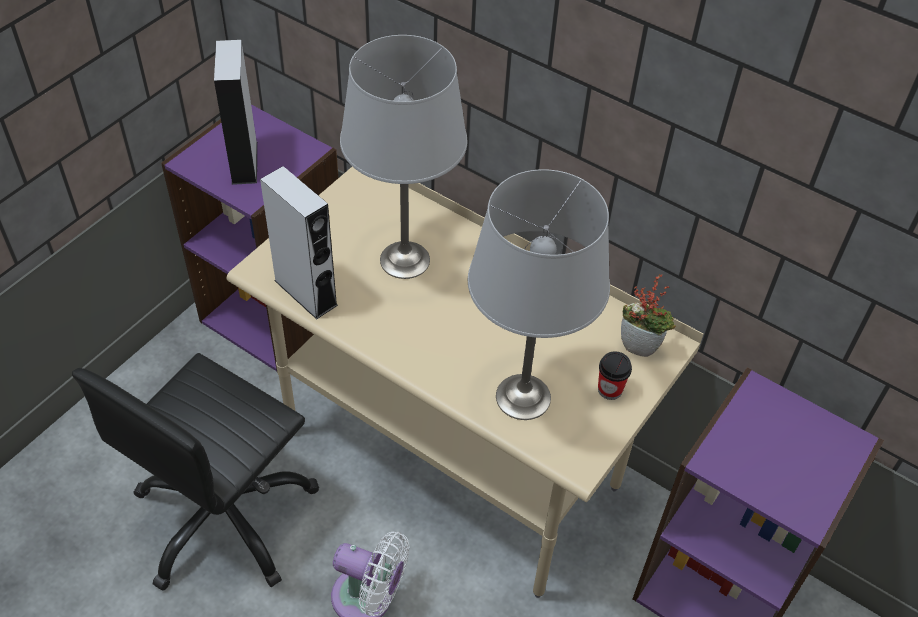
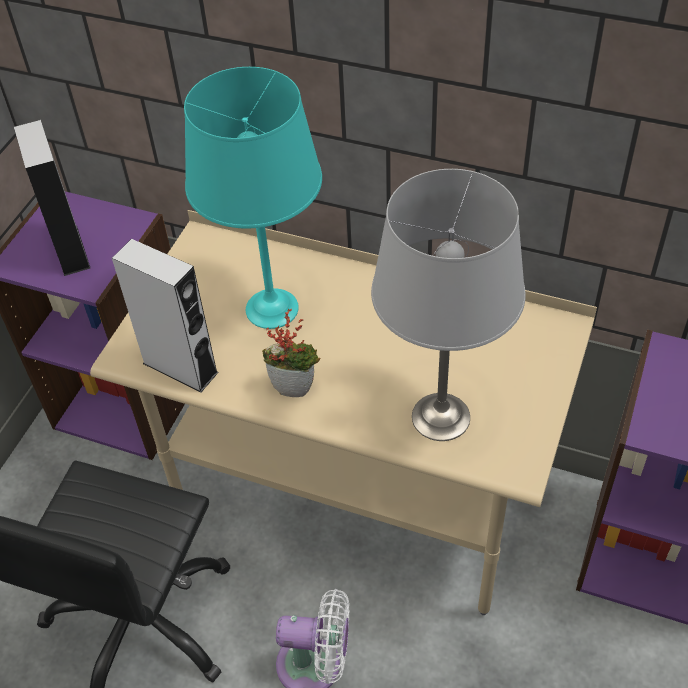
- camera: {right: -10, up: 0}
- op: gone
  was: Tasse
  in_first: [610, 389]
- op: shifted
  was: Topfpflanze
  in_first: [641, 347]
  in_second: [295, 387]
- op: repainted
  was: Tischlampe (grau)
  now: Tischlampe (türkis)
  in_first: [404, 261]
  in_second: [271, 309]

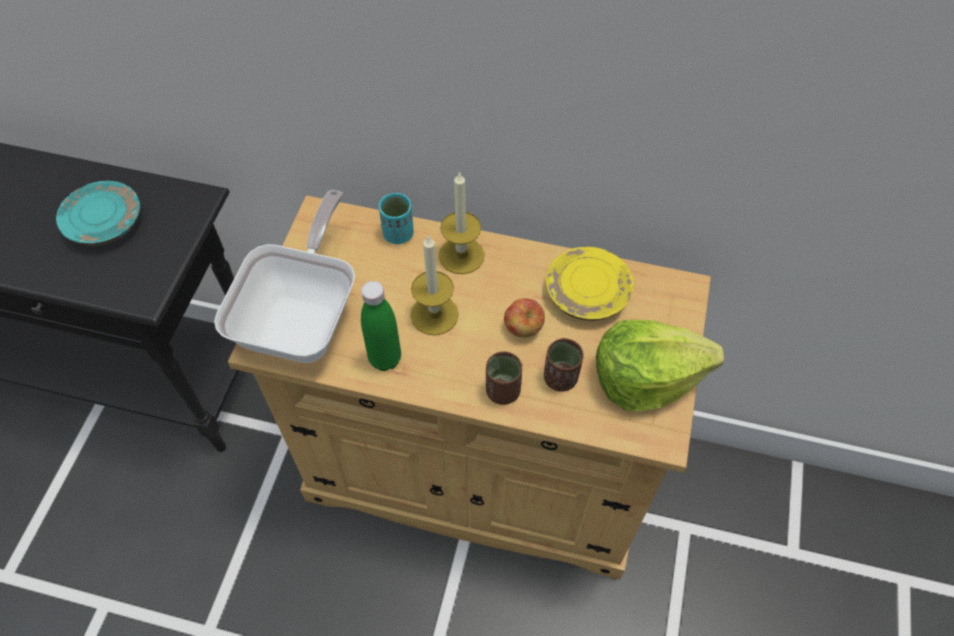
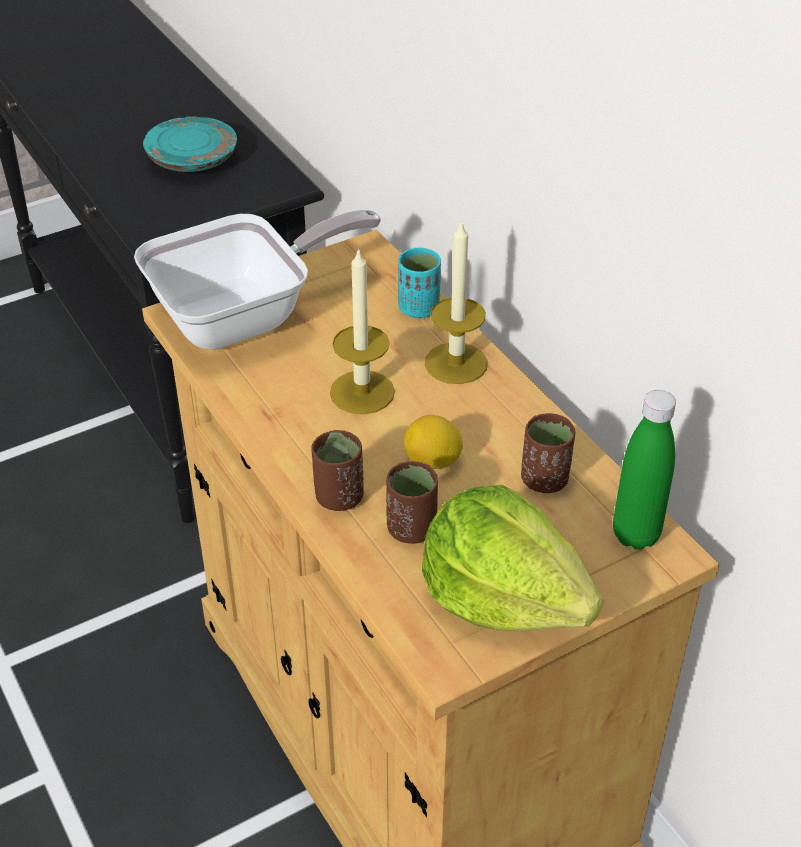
- camera: {right: 45, up: -15}
- op: shifted
  was: Flasche (grün)
  in_first: [385, 359]
  in_second: [635, 535]
- op: swapped
  was: Apfel
  now: Zitrone
  in_first: [523, 328]
  in_second: [432, 462]
- op: swapped
  was: Teller (gelb)
  now: Tasse (braun)
  in_first: [587, 293]
  in_second: [544, 480]

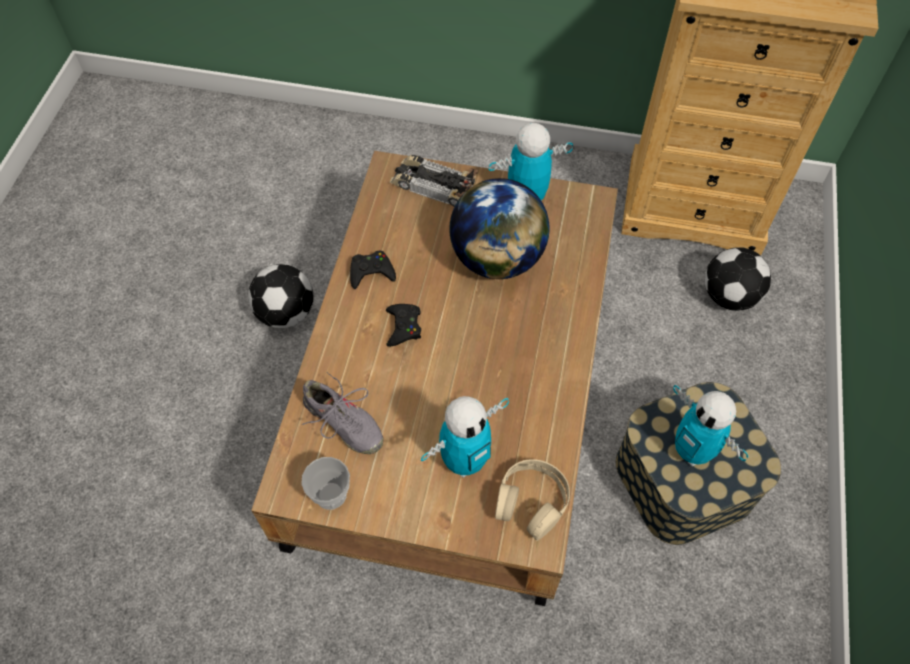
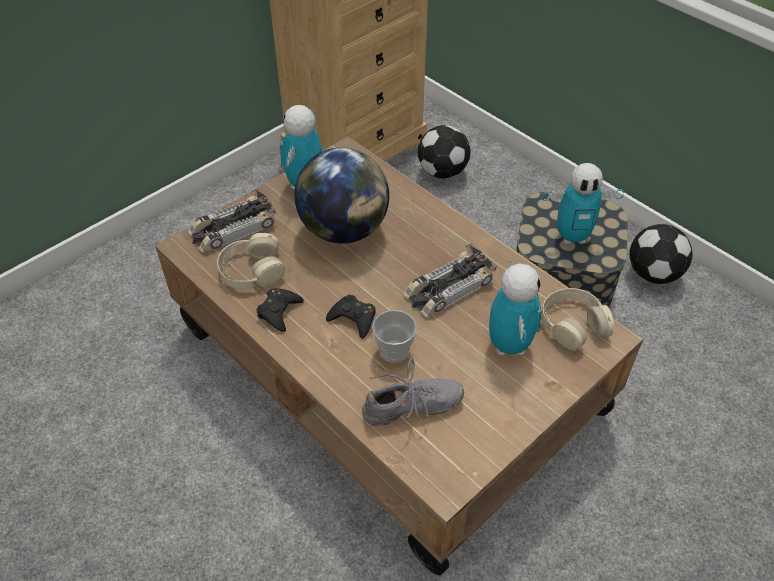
- camera: {right: -55, up: -10}
- op: new
  now: Kopfhörer (beige)
  in_second: [251, 270]
- op: new
  now: Spielzeugauto
  in_second: [448, 288]
- op: shifted
  was: Fußball
  in_first: [286, 312]
  in_second: [652, 273]
- op: shifted
  was: Tasse
  in_first: [330, 494]
  in_second: [394, 351]

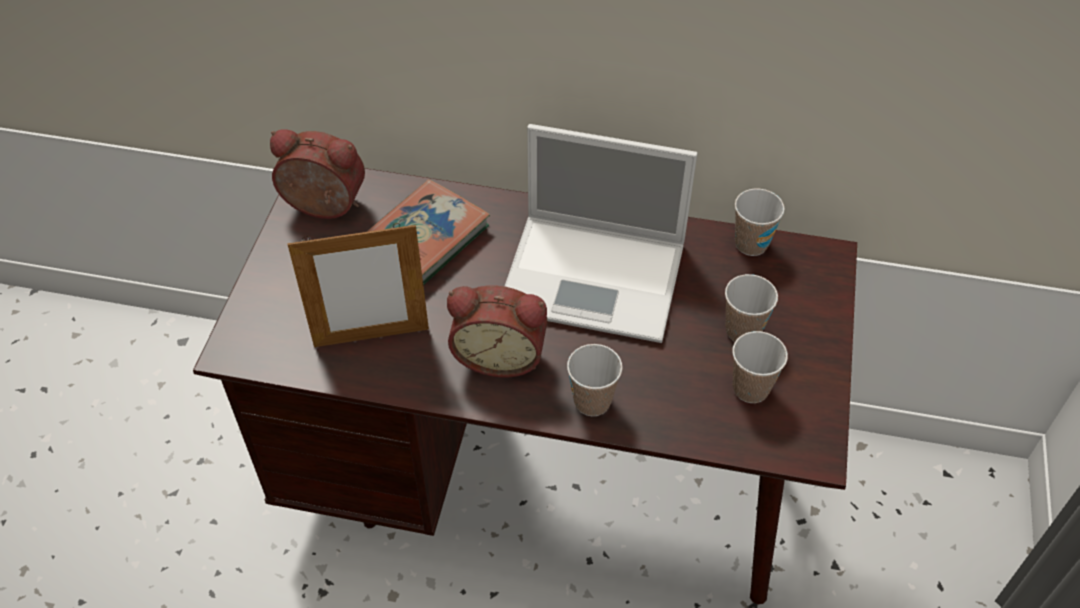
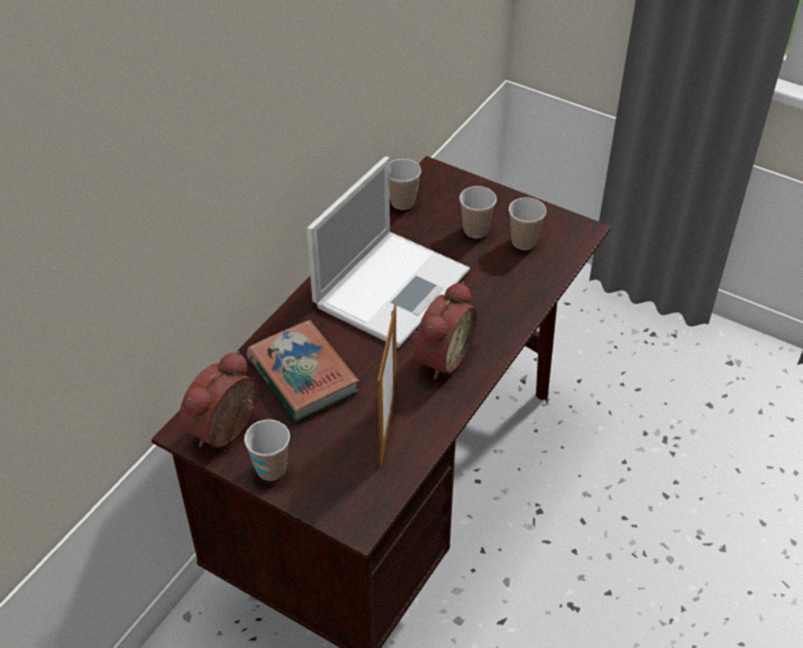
- camera: {right: -70, up: -5}
- op: shifted
  was: Tasse
  in_first: [592, 401]
  in_second: [271, 468]

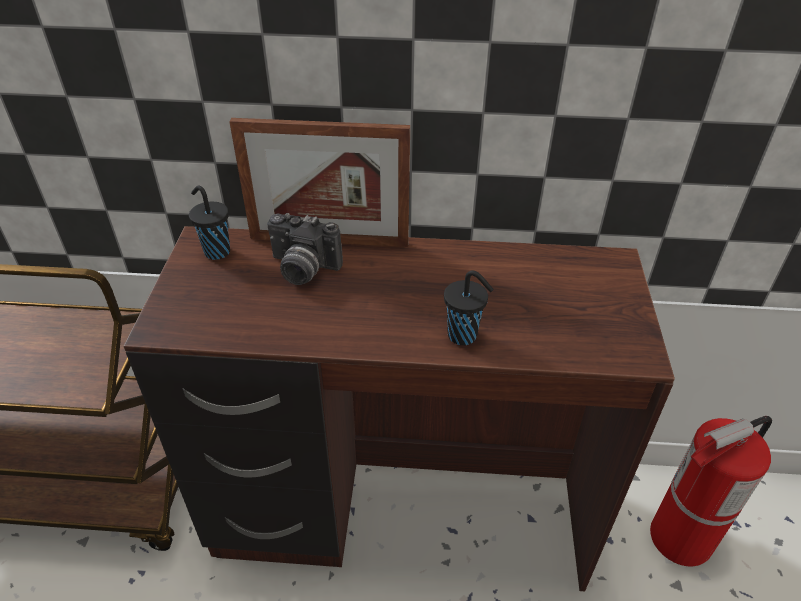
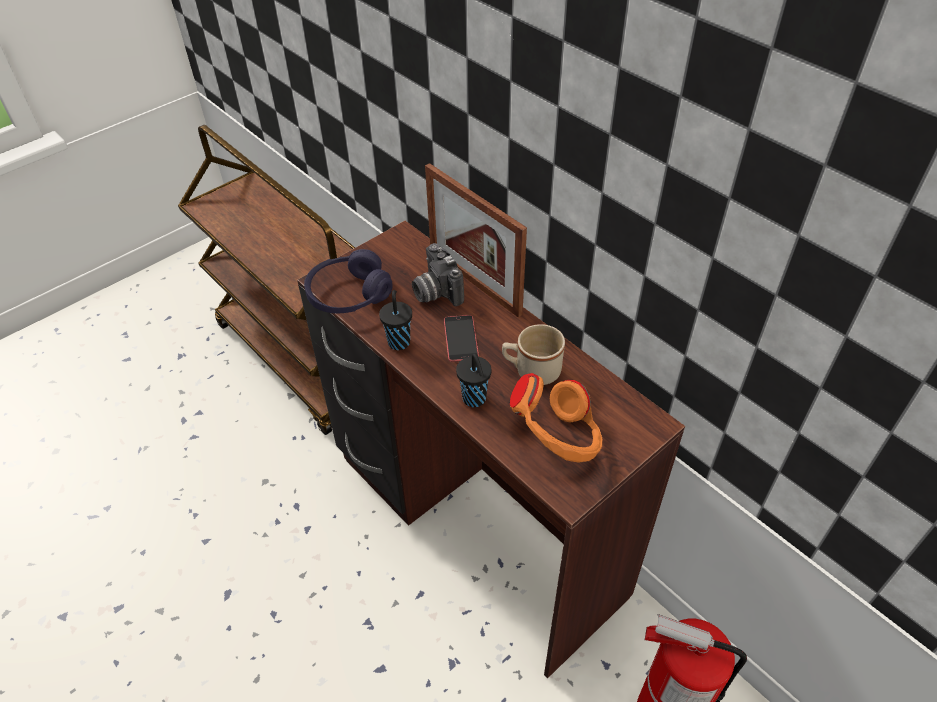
- camera: {right: 45, up: 5}
- op: new
  now: Kopfhörer (lila)
  in_second: [349, 295]
- op: new
  now: Handy
  in_second: [461, 338]
- op: new
  now: Henkelbecher (beige)
  in_second: [531, 371]
- op: new
  now: Kopfhörer (orange)
  in_second: [557, 440]
- op: shifted
  was: Tasse (schwarz)
  in_first: [216, 251]
  in_second: [399, 341]

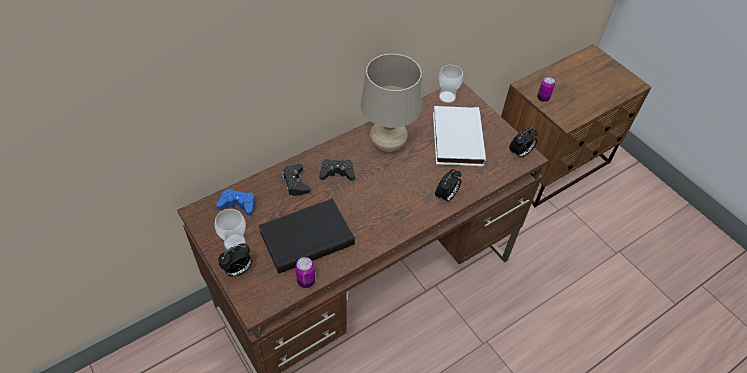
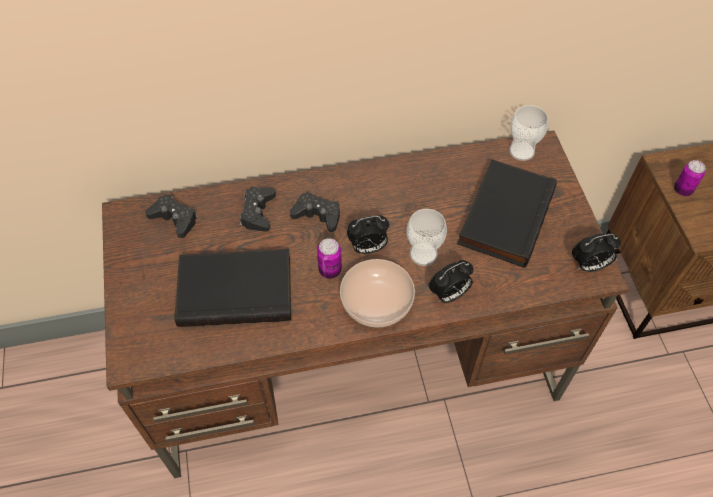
- camera: {right: 25, up: 5}
- op: gone
  was: Tischlampe (beige)
  in_first: [387, 145]
- op: new
  now: Schüssel
  in_second: [375, 301]
- op: shifted
  was: Tasse
  in_first: [235, 243]
  in_second: [423, 254]
- op: shifted
  was: Wecker
  in_first: [238, 270]
  in_second: [367, 248]
- op: shifted
  was: Dose
  in_first: [306, 281]
  in_second: [330, 270]
- op: repainted
  was: Gamepad (blau)
  now: Gamepad (schwarz)
  in_first: [238, 205]
  in_second: [174, 219]
- op: repainted
  was: Buch (weiß)
  now: Buch (schwarz)
  in_first: [455, 138]
  in_second: [504, 215]

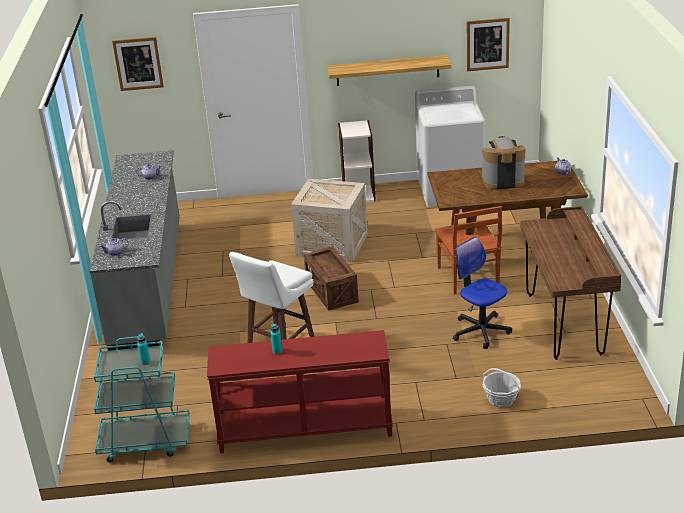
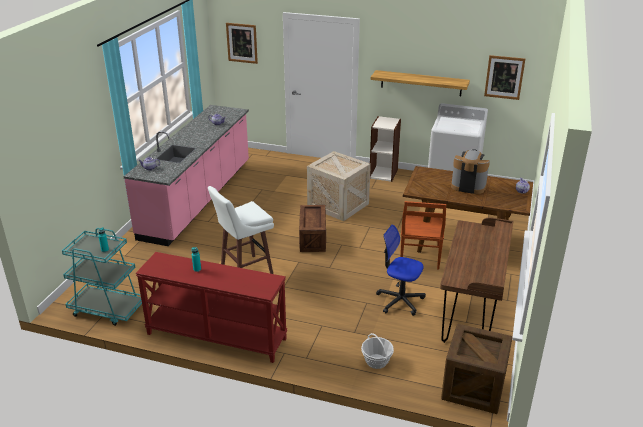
- camera: {right: 20, up: 0}
- op: new
  now: Kiste
  in_second: [473, 388]
- op: repainted
  was: Küchenzeile (grau)
  now: Küchenzeile (rosa)
  in_first: [149, 283]
  in_second: [198, 199]
- op: rotated
  was: Bürostuhl
  in_first: [481, 331]
  in_second: [400, 300]
  clockwise: -45

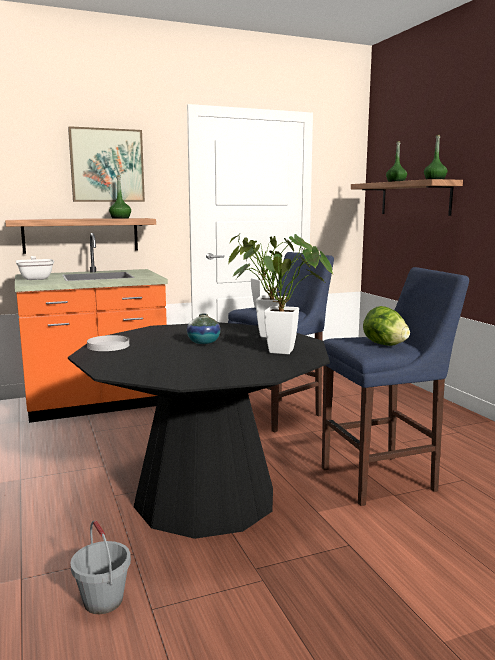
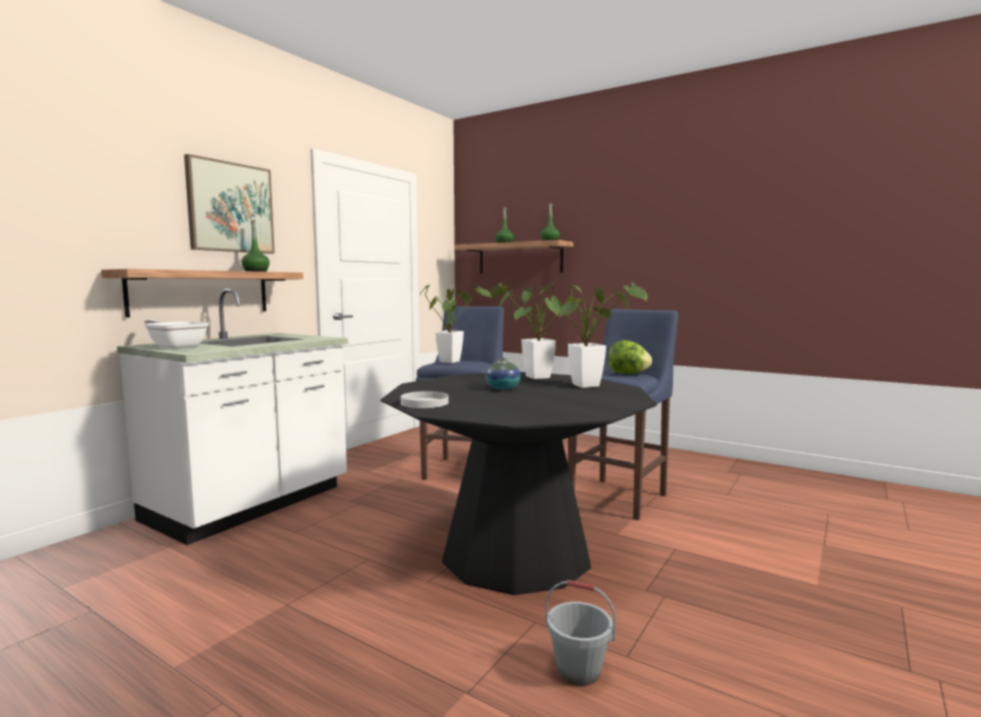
- camera: {right: -35, up: -5}
- op: repainted
  was: Küchenzeile (orange)
  now: Küchenzeile (weiß)
  in_first: [96, 404]
  in_second: [250, 504]

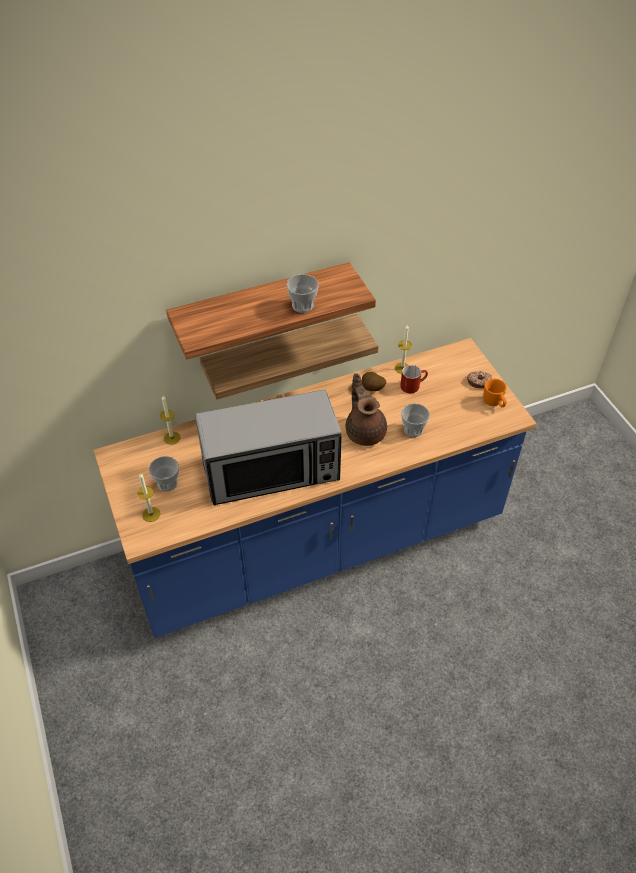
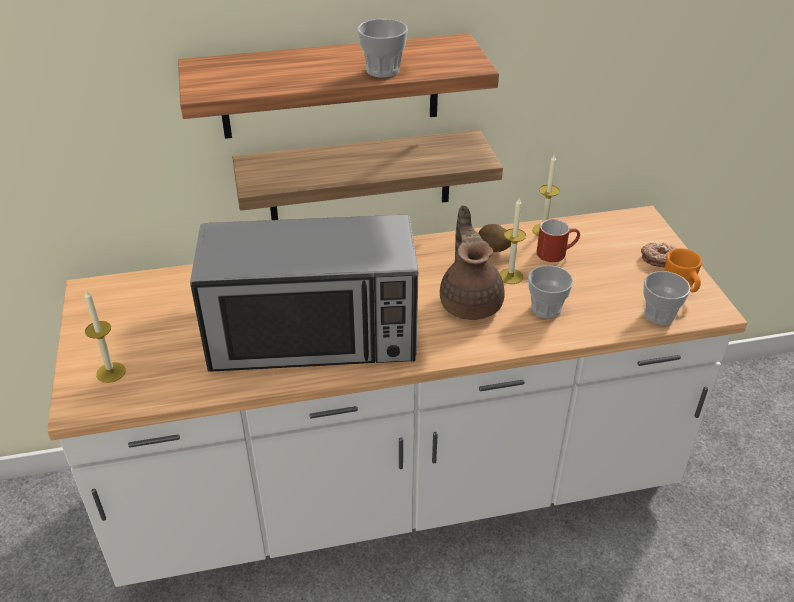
- camera: {right: 10, up: -10}
- op: shifted
  was: Tasse
  in_first: [167, 483]
  in_second: [659, 315]
- op: shifted
  was: Kerze
  in_first: [172, 438]
  in_second: [510, 276]
- op: repainted
  was: Küchenzeile (blau)
  now: Küchenzeile (weiß)
  in_first: [318, 542]
  in_second: [397, 488]

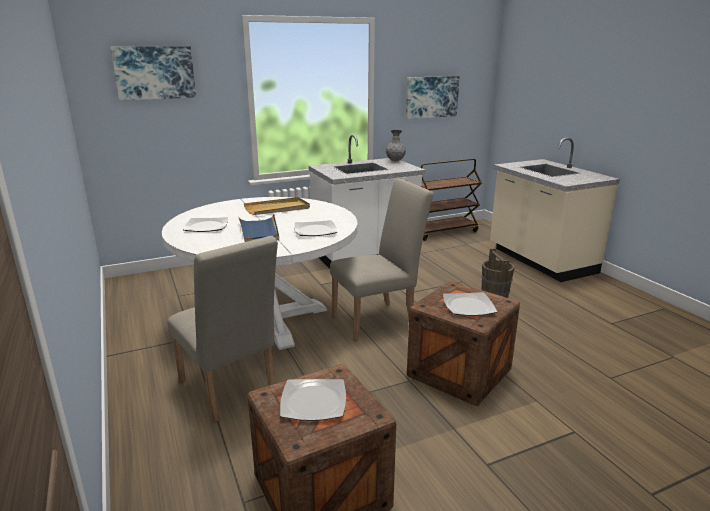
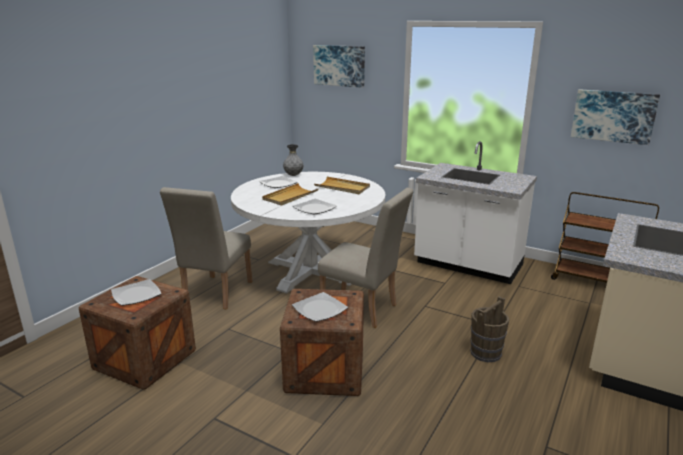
- camera: {right: 55, up: 0}
- op: shifted
  was: Vase (grau)
  in_first: [395, 161]
  in_second: [293, 175]
- op: repainted
  was: Tablett (blau)
  now: Tablett (beige)
  in_first: [259, 231]
  in_second: [290, 196]

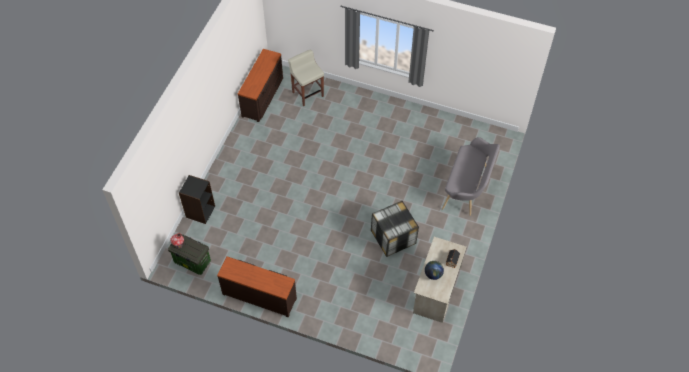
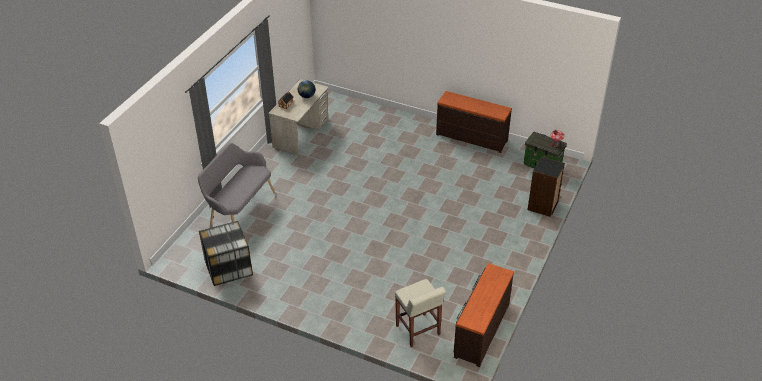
- camera: {right: -175, up: -15}
- op: shifted
  was: Aufbewahrungsbox
  in_first: [393, 237]
  in_second: [228, 267]

